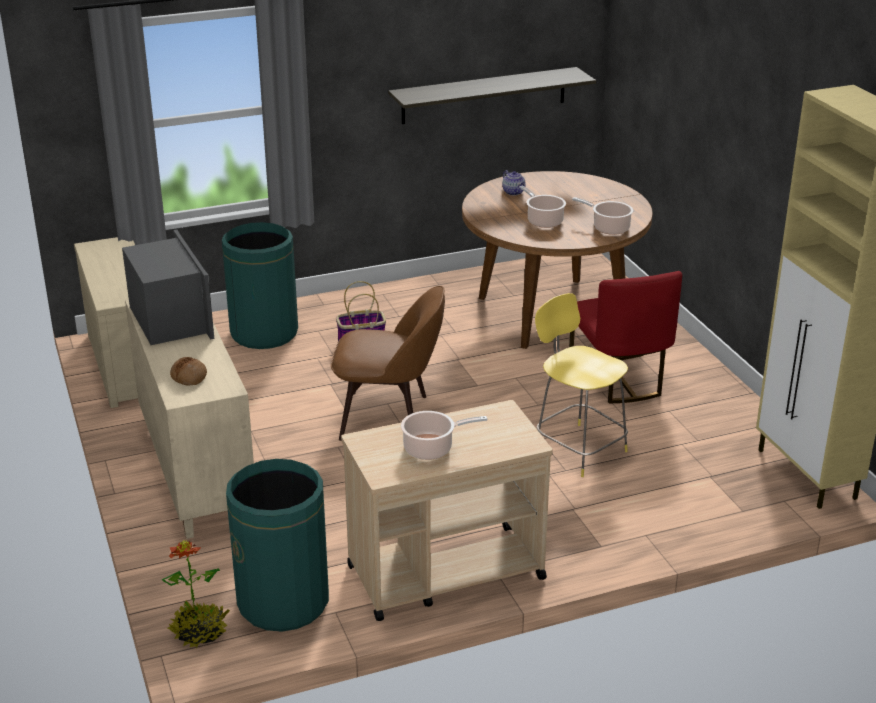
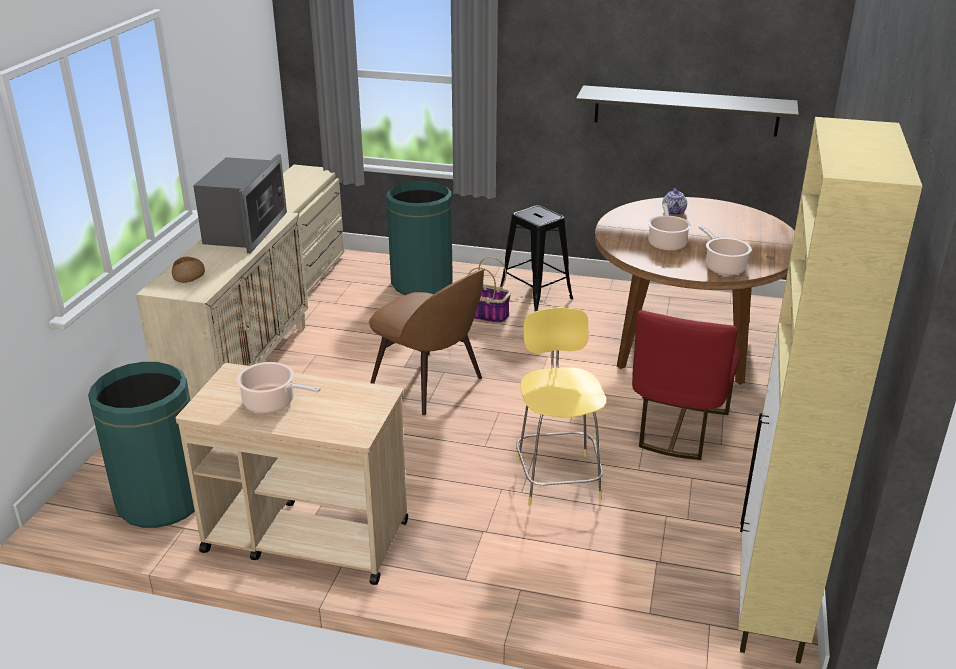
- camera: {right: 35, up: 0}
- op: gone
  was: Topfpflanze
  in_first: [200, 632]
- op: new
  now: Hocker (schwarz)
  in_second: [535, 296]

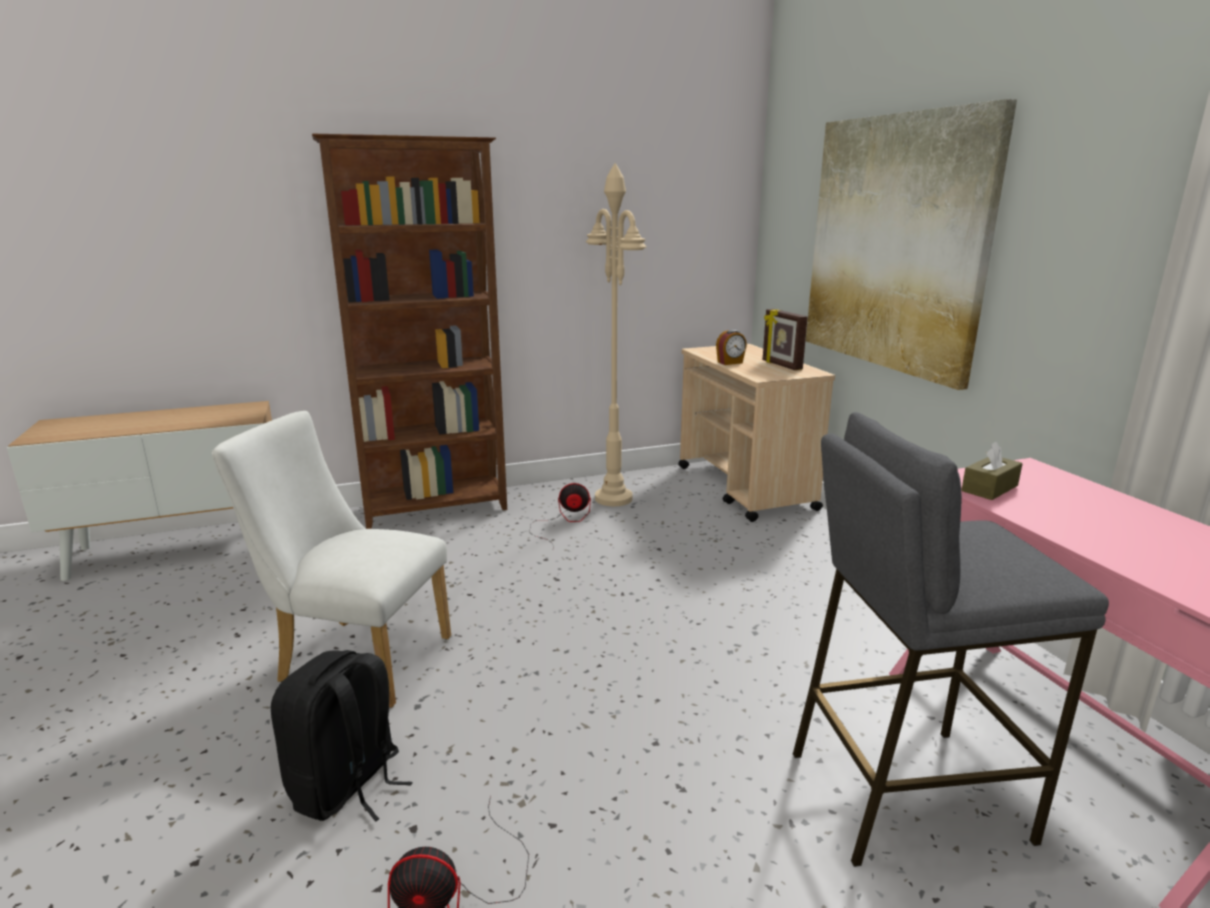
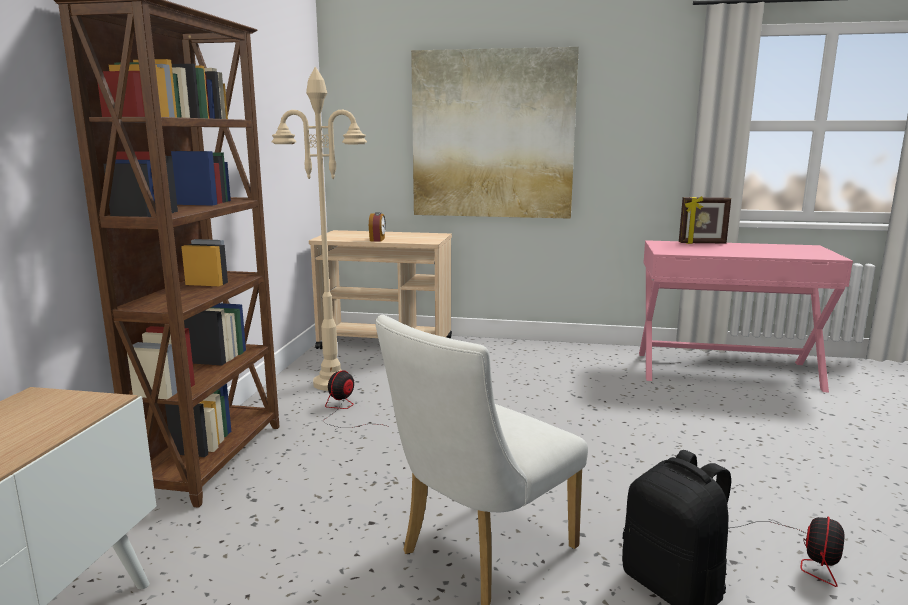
- camera: {right: -60, up: -5}
- op: gone
  was: Hocker (grau)
  in_first: [904, 793]
- op: gone
  was: Taschentuchbox (braun)
  in_first: [989, 488]
- op: shifted
  was: Bilderrahmen
  in_first: [781, 365]
  in_second: [702, 243]

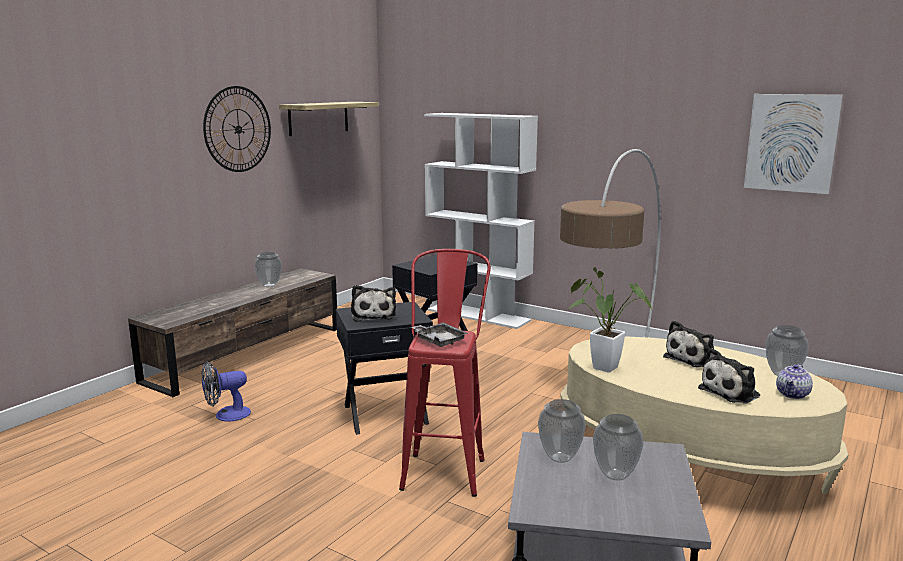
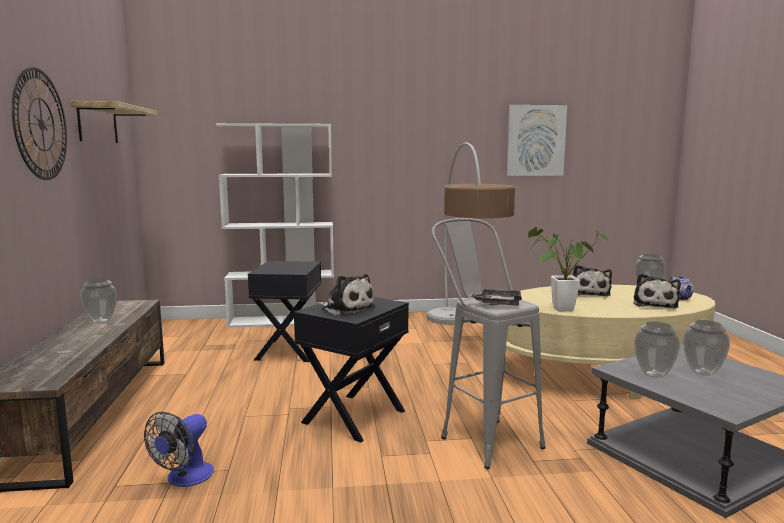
- camera: {right: -40, up: -5}
- op: repainted
  was: Hocker (rot)
  now: Hocker (grau)
  in_first: [445, 467]
  in_second: [482, 437]

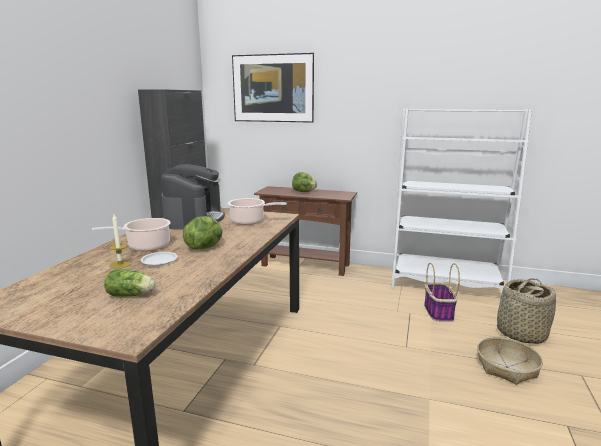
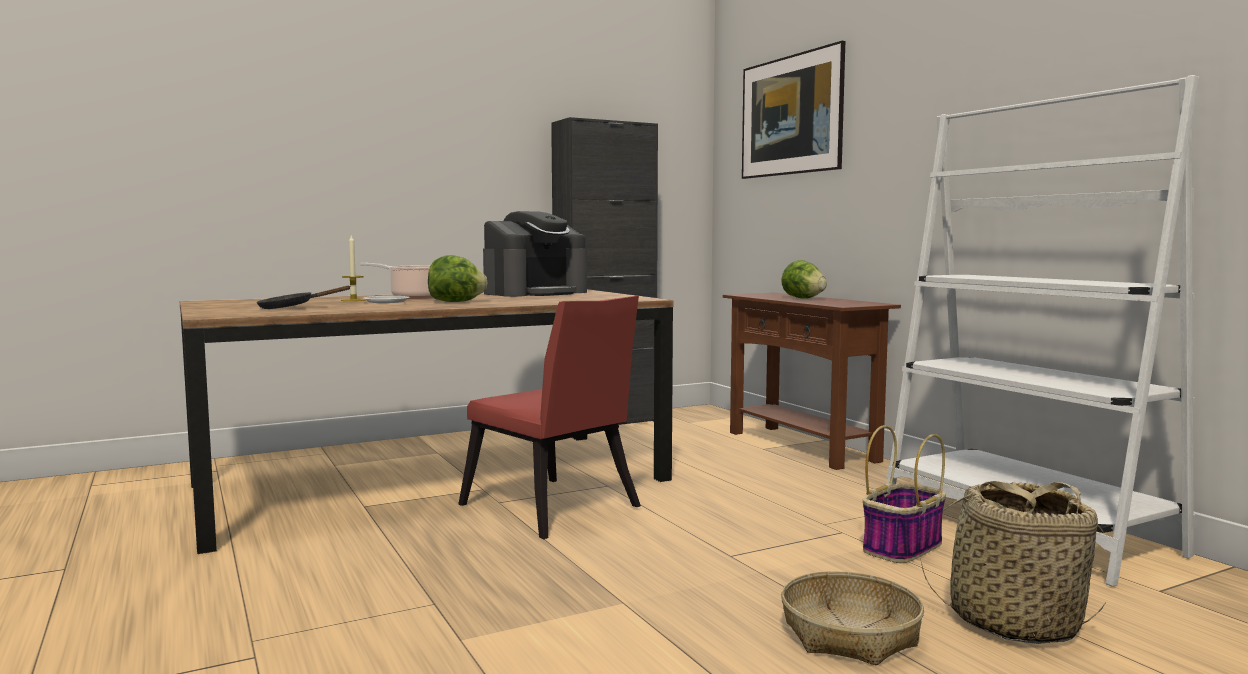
- camera: {right: 45, up: -10}
- op: gone
  was: Kochtopf
  in_first: [249, 221]
- op: new
  now: Stuhl (rot)
  in_second: [554, 510]
- op: swapped
  was: Salatkopf
  now: Pfanne (schwarz)
  in_first: [132, 295]
  in_second: [292, 308]

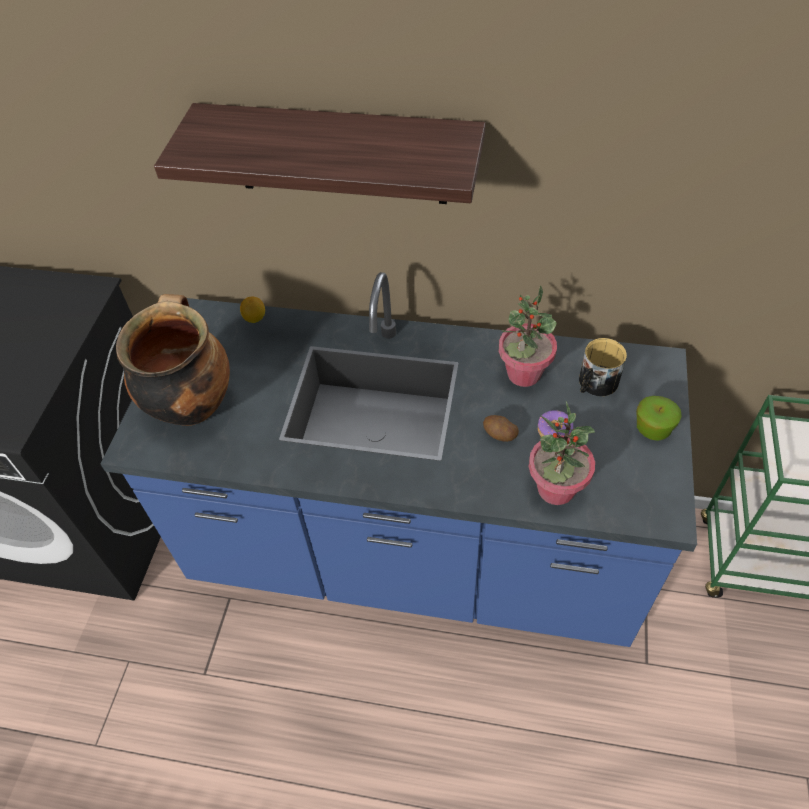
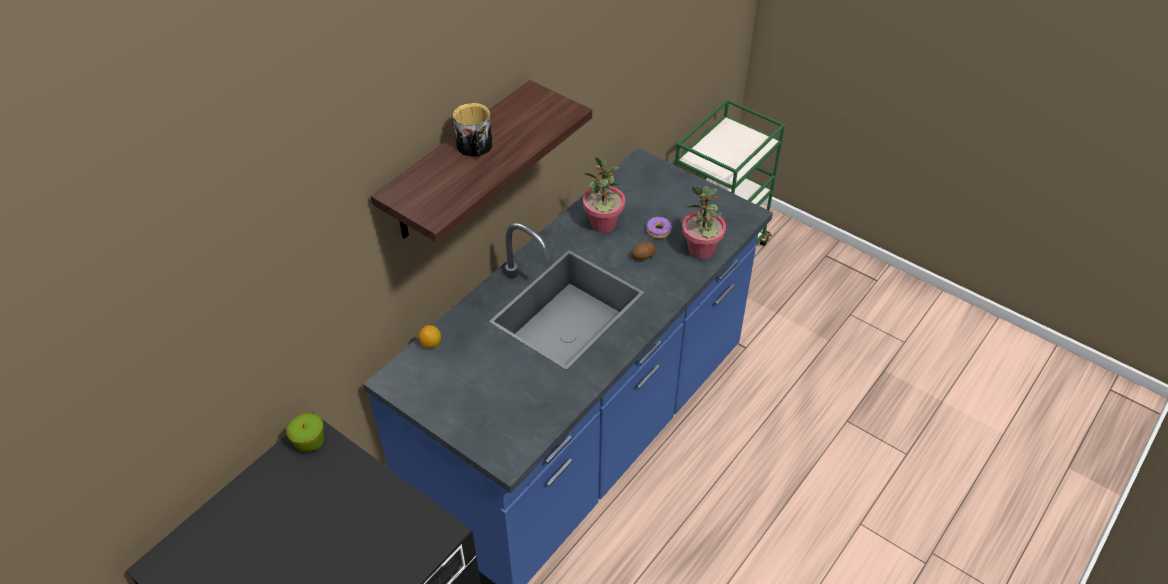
- camera: {right: -65, up: -5}
- op: gone
  was: Kochtopf
  in_first: [191, 404]
- op: shifted
  was: Henkelbecher
  in_first: [595, 383]
  in_second: [475, 148]
- op: shifted
  was: Apfel
  in_first: [652, 429]
  in_second: [309, 442]

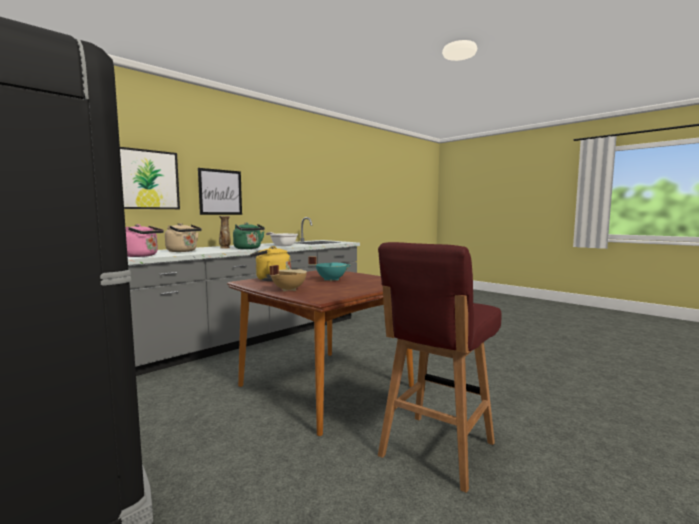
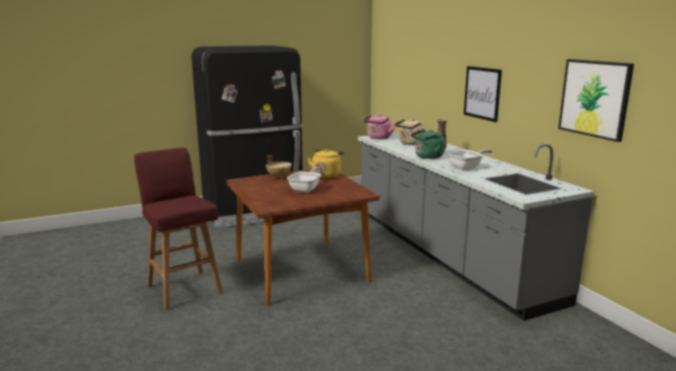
- camera: {right: 110, up: 10}
- op: shifted
  was: Bild
  in_first: [147, 179]
  in_second: [594, 98]
- op: swapped
  was: Kochtopf (türkis)
  now: Pfanne
  in_first: [331, 280]
  in_second: [306, 189]

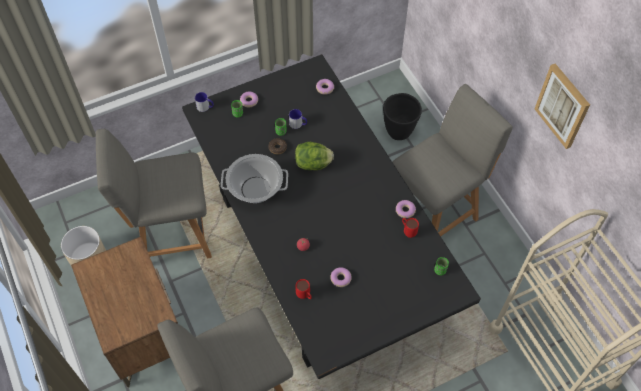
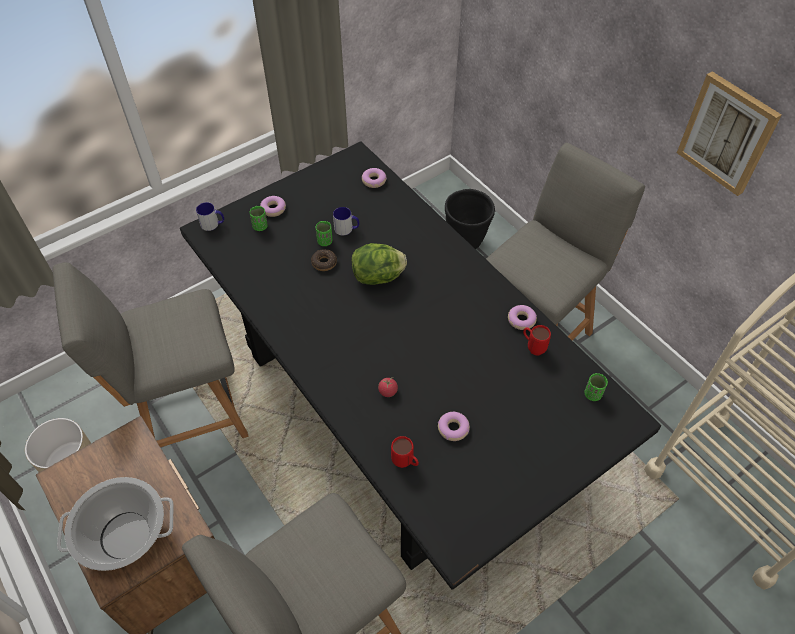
- camera: {right: -10, up: -5}
- op: shifted
  was: Kochtopf
  in_first: [255, 189]
  in_second: [125, 536]

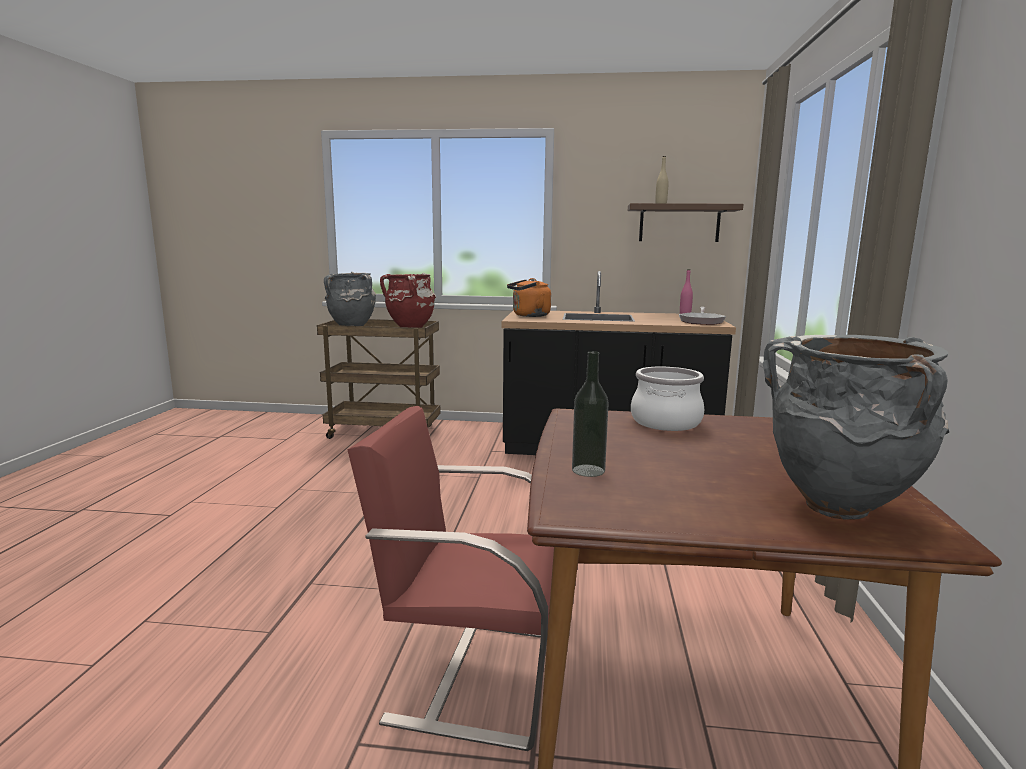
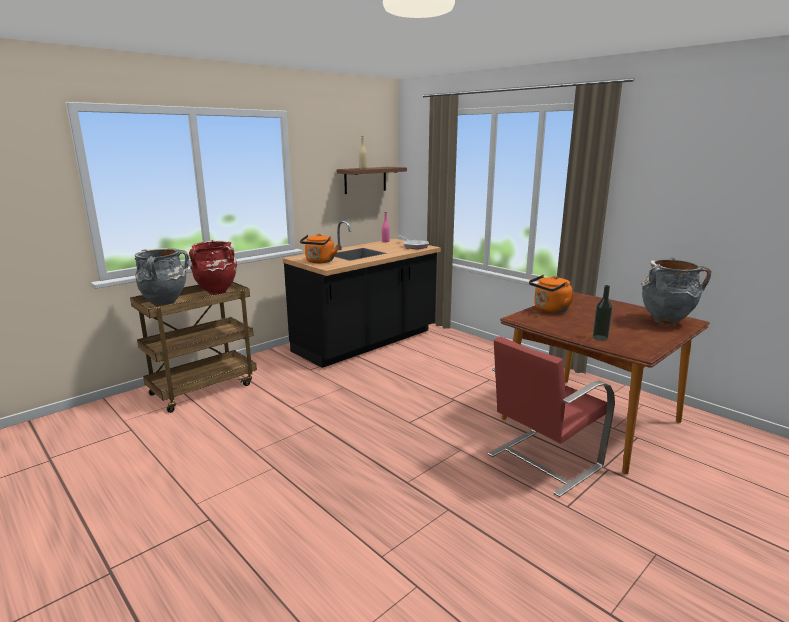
- camera: {right: -50, up: 5}
- op: swapped
  was: Kochtopf
  now: Wasserkessel (orange)
  in_first: [665, 422]
  in_second: [550, 309]

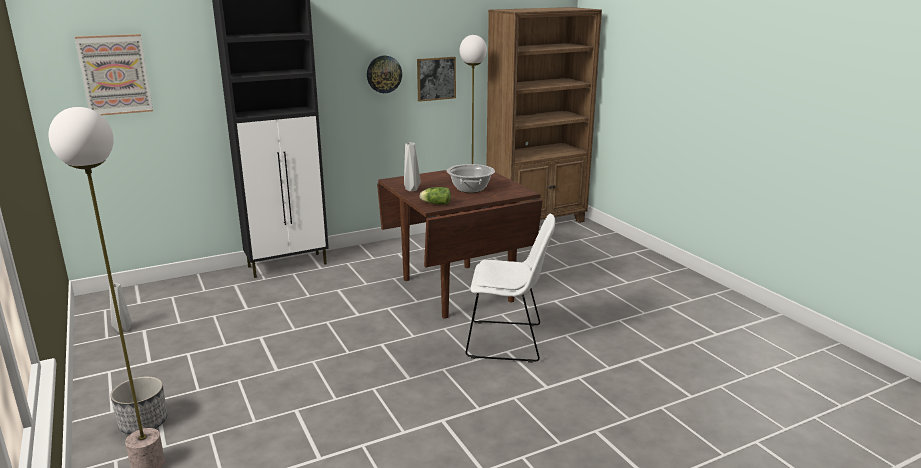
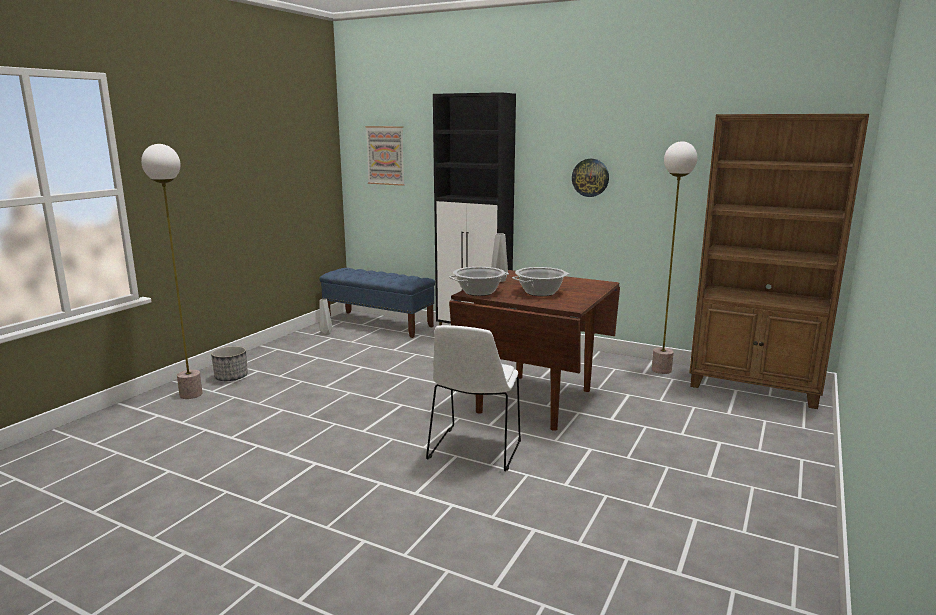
- camera: {right: 55, up: -5}
- op: gone
  was: Bild
  in_first: [436, 78]
- op: new
  now: Bank (blau)
  in_second: [378, 324]
- op: swapped
  was: Salatkopf
  now: Kochtopf
  in_first: [435, 203]
  in_second: [479, 292]
- op: rotated
  was: Stuhl (weiß)
  in_first: [508, 341]
  in_second: [474, 451]
  clockwise: 45

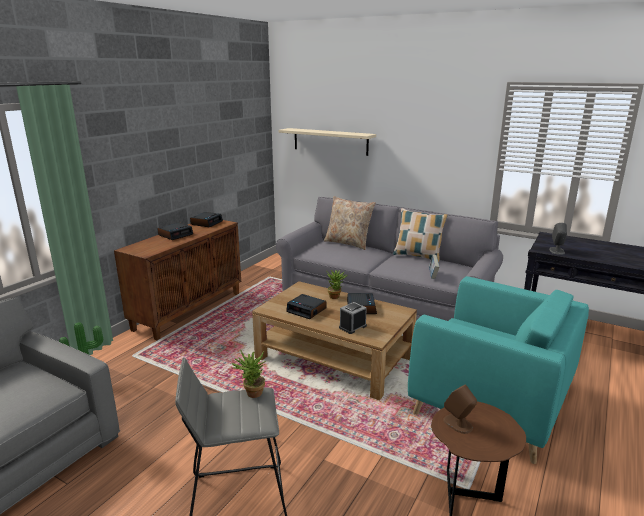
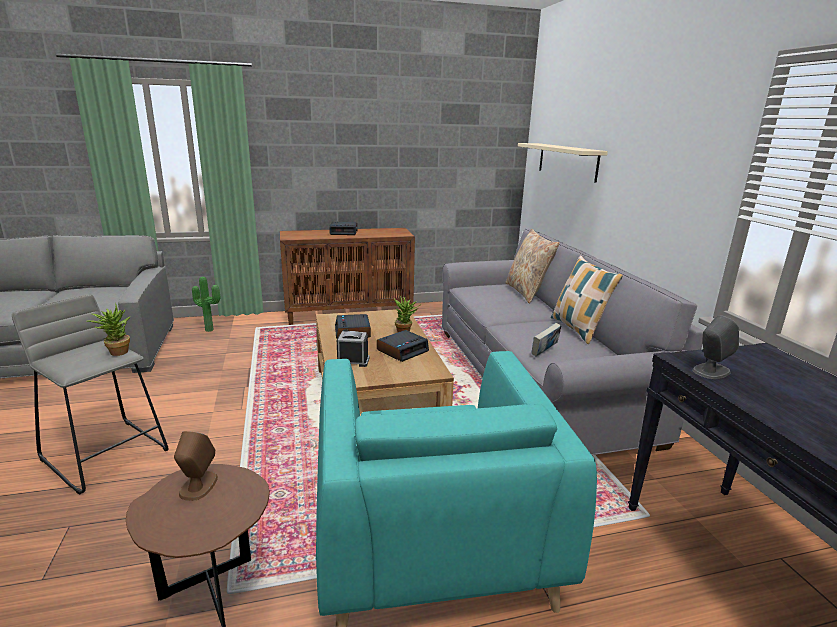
- camera: {right: 45, up: 0}
- op: gone
  was: Wecker
  in_first: [206, 223]

